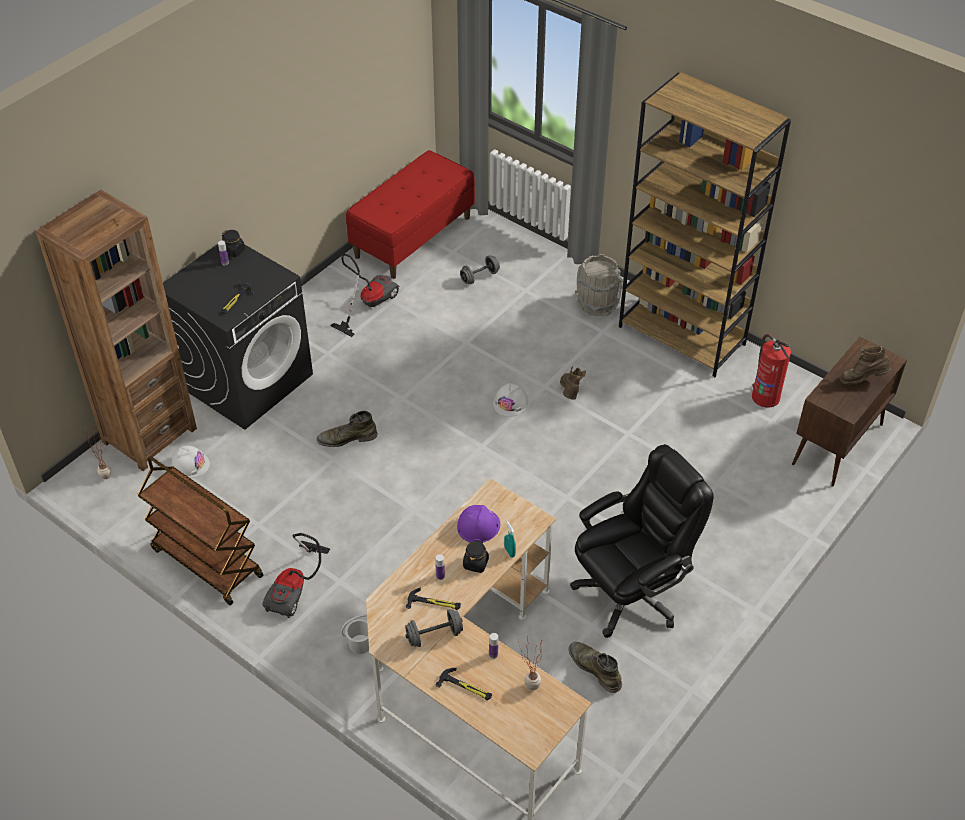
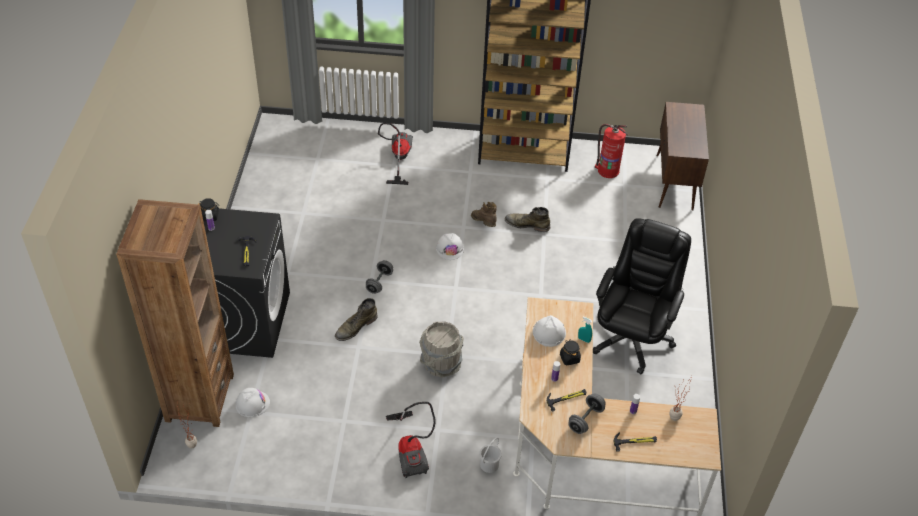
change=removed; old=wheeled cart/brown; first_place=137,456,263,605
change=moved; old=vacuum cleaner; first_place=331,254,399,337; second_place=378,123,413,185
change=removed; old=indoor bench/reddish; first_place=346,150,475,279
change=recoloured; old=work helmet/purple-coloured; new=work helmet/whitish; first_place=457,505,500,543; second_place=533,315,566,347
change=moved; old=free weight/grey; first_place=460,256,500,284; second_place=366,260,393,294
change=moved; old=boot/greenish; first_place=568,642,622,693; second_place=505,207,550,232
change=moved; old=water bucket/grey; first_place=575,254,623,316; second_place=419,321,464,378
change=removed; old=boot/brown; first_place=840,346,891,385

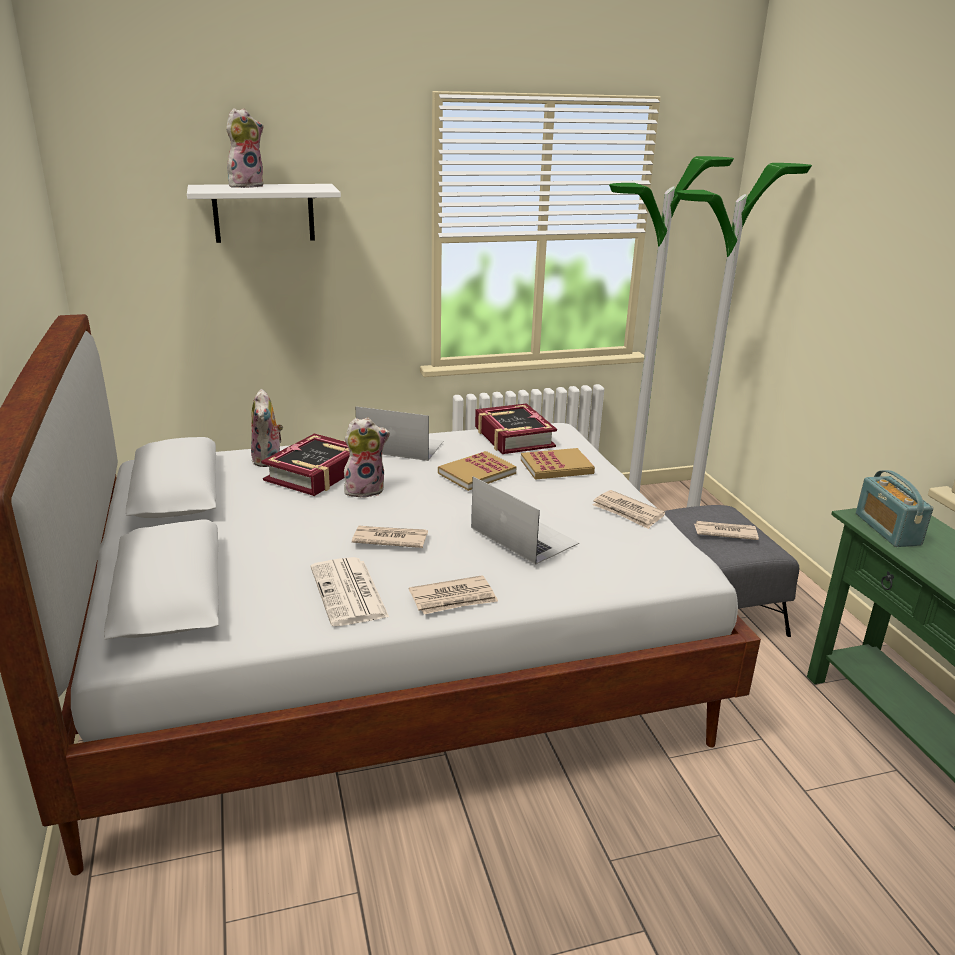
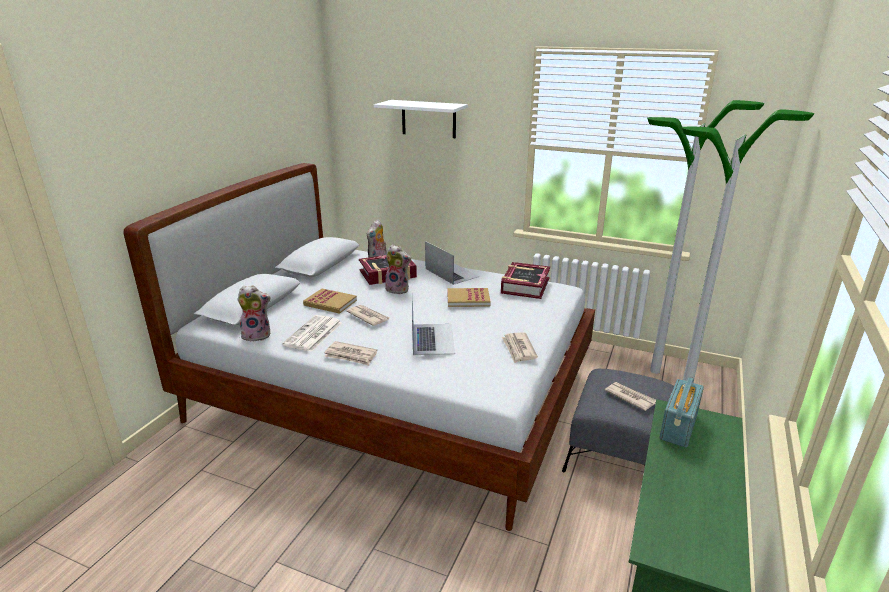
change=moved; old=soft toy; first_place=226,108,264,188; second_place=237,286,271,342
change=moved; old=volume; first_place=521,448,595,480; second_place=303,289,357,314

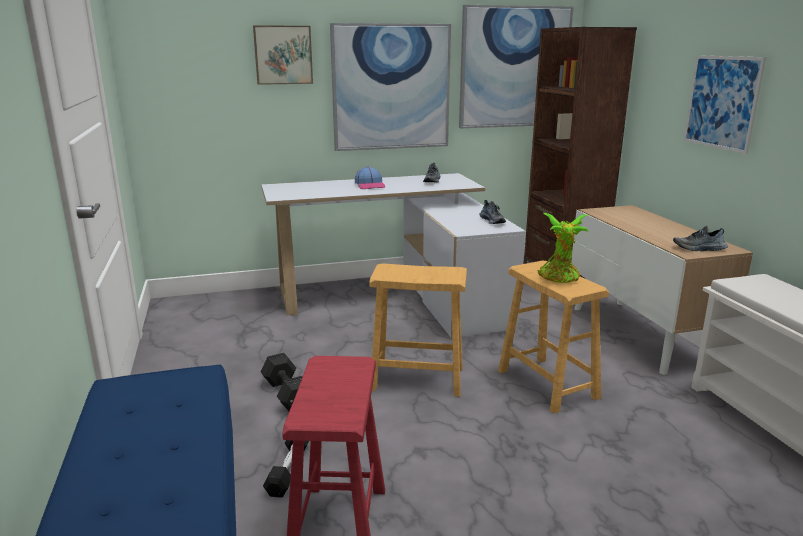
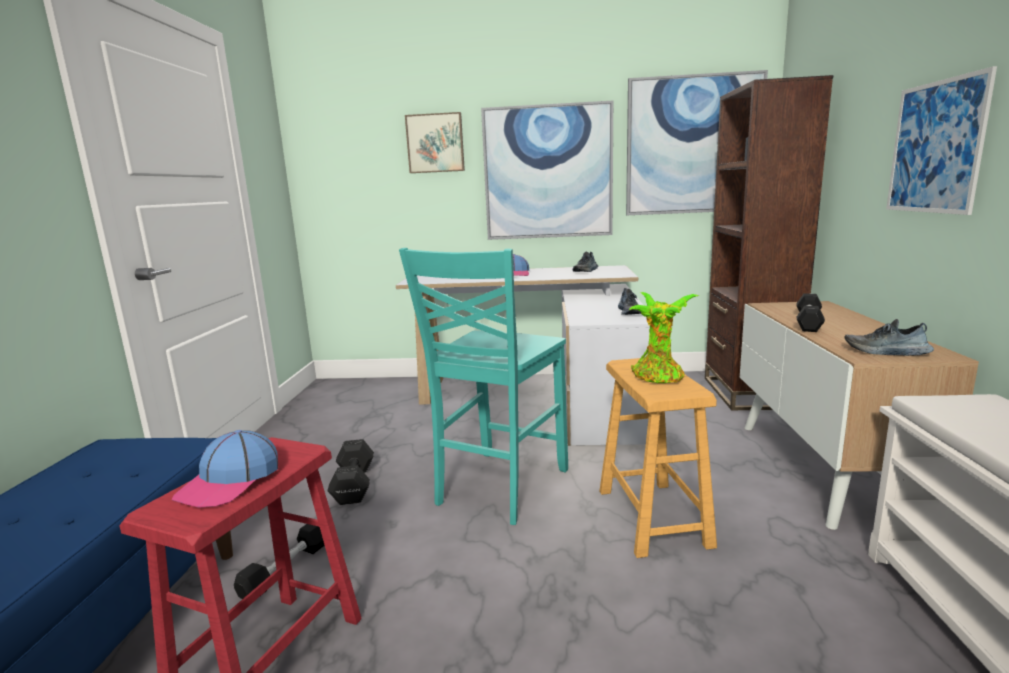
change=replaced; old=stool seat/brown; new=upright chair/turquoise; first_place=369,263,467,397; second_place=399,248,568,525
change=added; new=cap; second_place=172,430,278,508
change=added; new=free weight/black-coloured; second_place=796,293,825,332

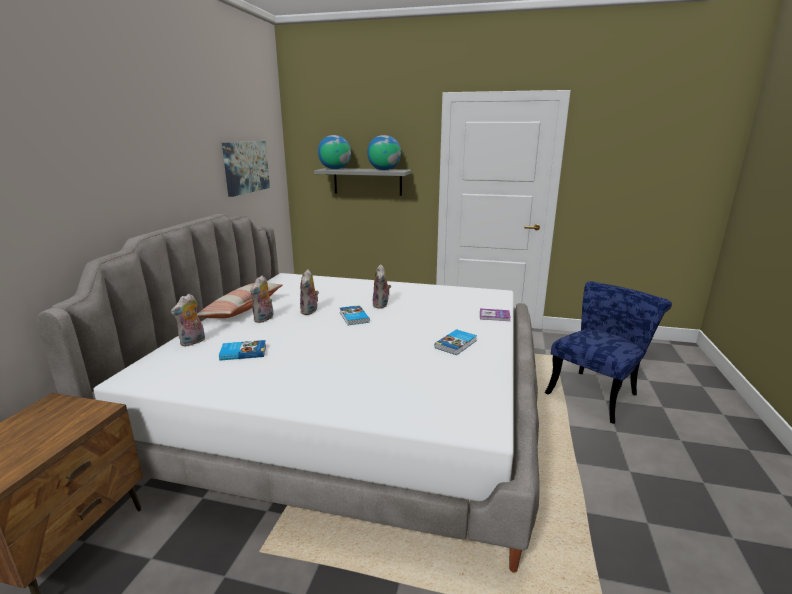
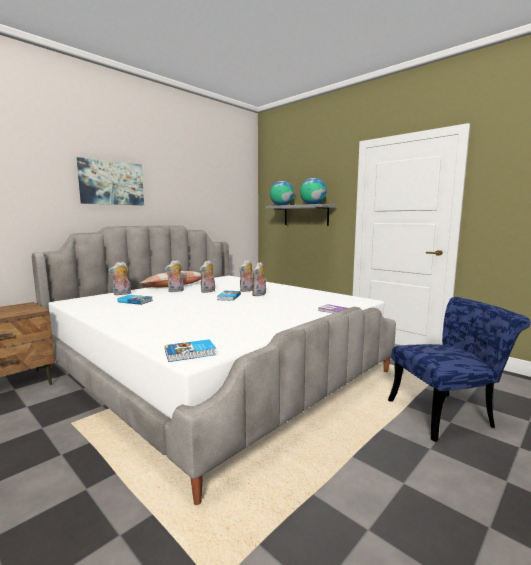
change=moved; old=picture; first_place=222,141,270,197; second_place=77,157,144,205
change=moved; old=volume; first_place=435,329,477,355; second_place=165,339,216,362
change=added; new=soft toy; second_place=239,260,253,292

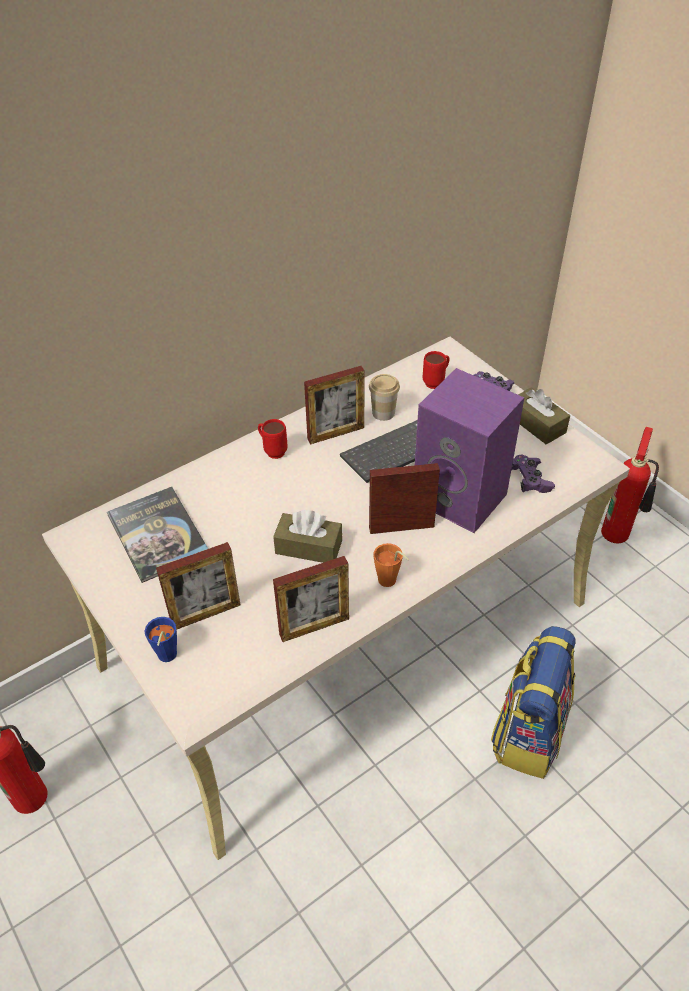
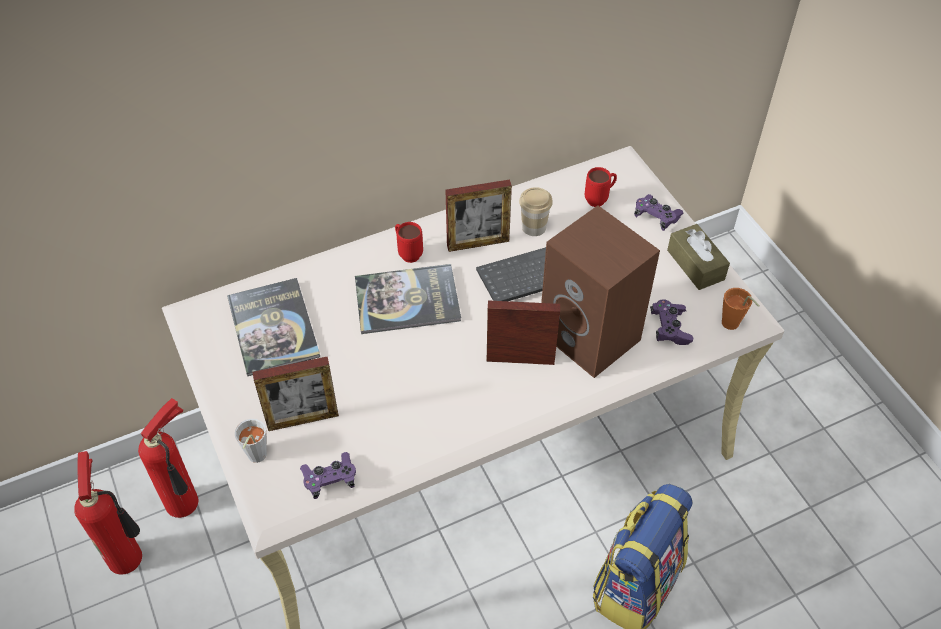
change=recoloured; old=small cup/bluish; new=small cup/grey; first_place=145,617,177,662; second_place=235,419,267,463
change=removed; old=tissue holder/brown; first_place=273,510,342,563
change=removed; old=standing frame; first_place=273,556,349,642
change=moved; old=small cup/orangey; first_place=374,543,409,587; second_place=722,288,760,330
change=recoloured; old=audio speaker/purple-coloured; new=audio speaker/brown; first_place=415,368,524,533; second_place=541,205,660,378
change=moved; old=fire extinguisher; first_place=601,427,659,543; second_place=138,398,198,518
change=added; new=joypad/purple-coloured; second_place=300,452,356,499
change=added; new=volume; second_place=355,264,461,334

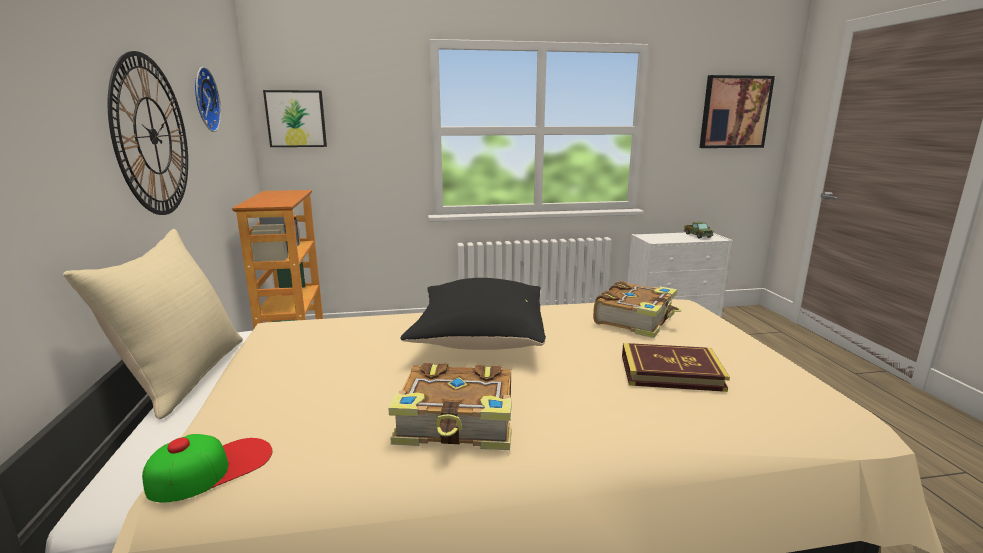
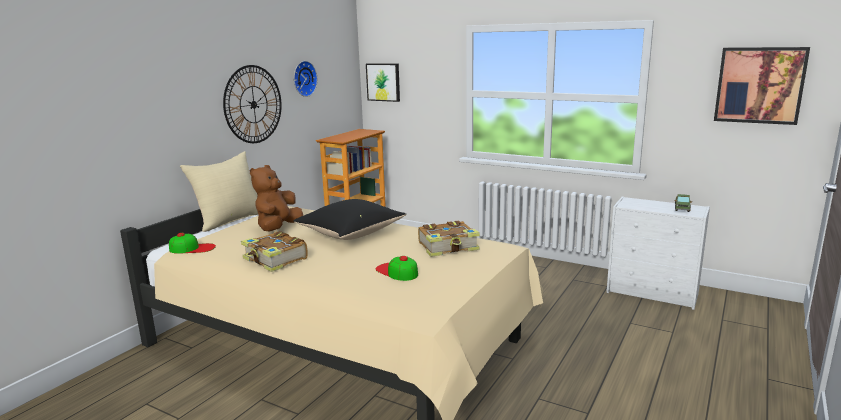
change=replaced; old=volume; new=cap; first_place=622,343,730,392; second_place=376,256,418,281
change=added; new=soft toy/brown; second_place=250,165,303,231

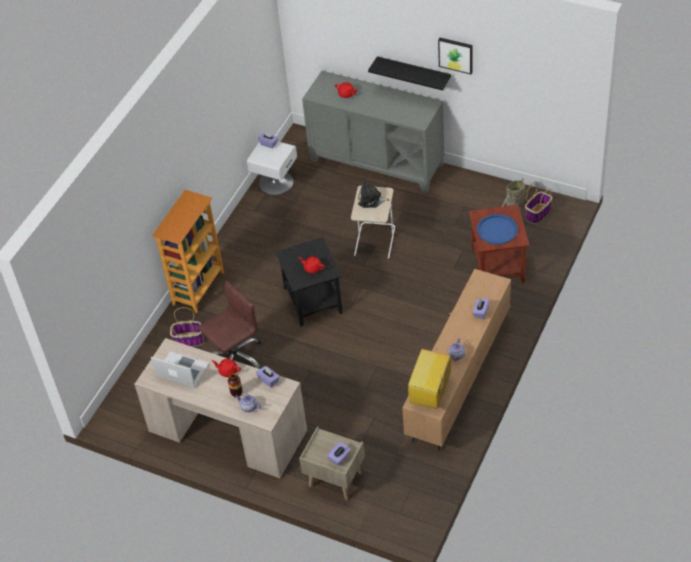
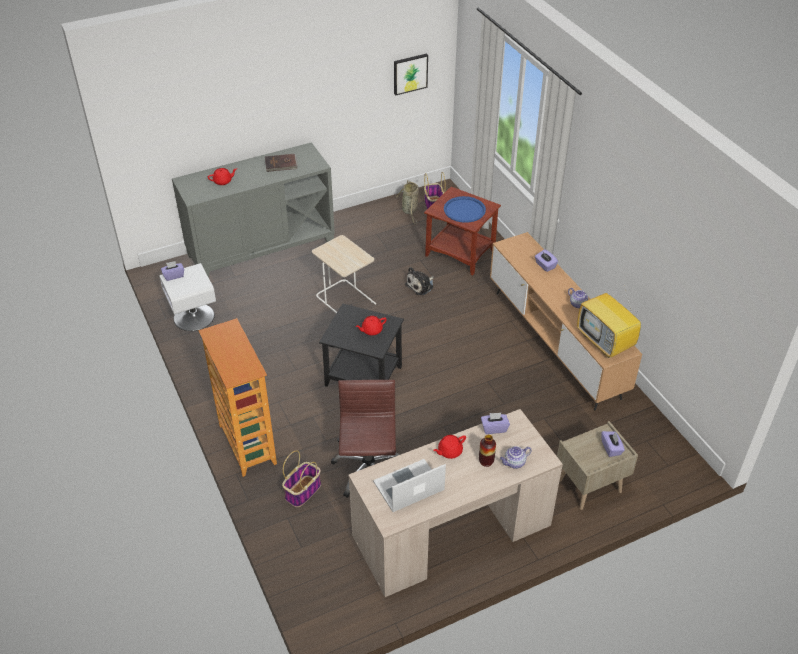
change=moved; old=soft toy; first_place=358,179,390,208; second_place=405,267,434,295
change=removed; old=bracket shelf/black-coloured; first_place=368,56,451,90
change=moved; old=picture; first_place=438,38,473,74; second_place=394,54,428,95
change=added; new=volume/brown; second_place=265,154,298,172

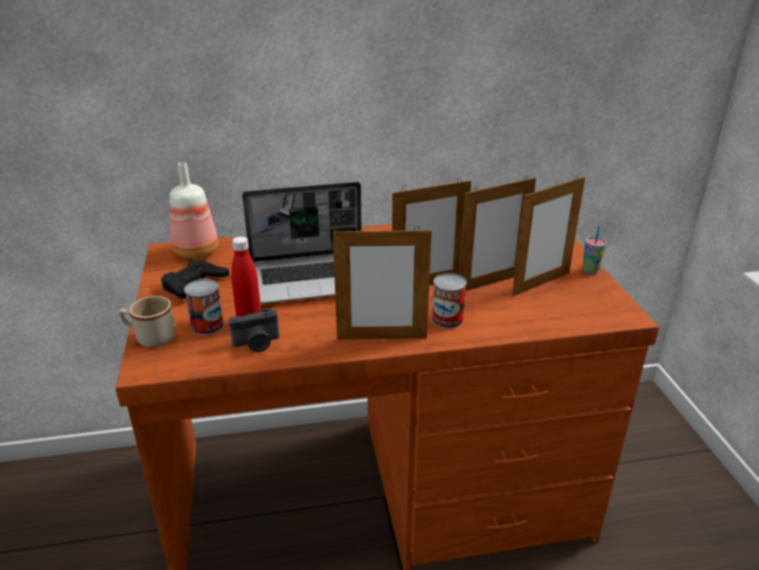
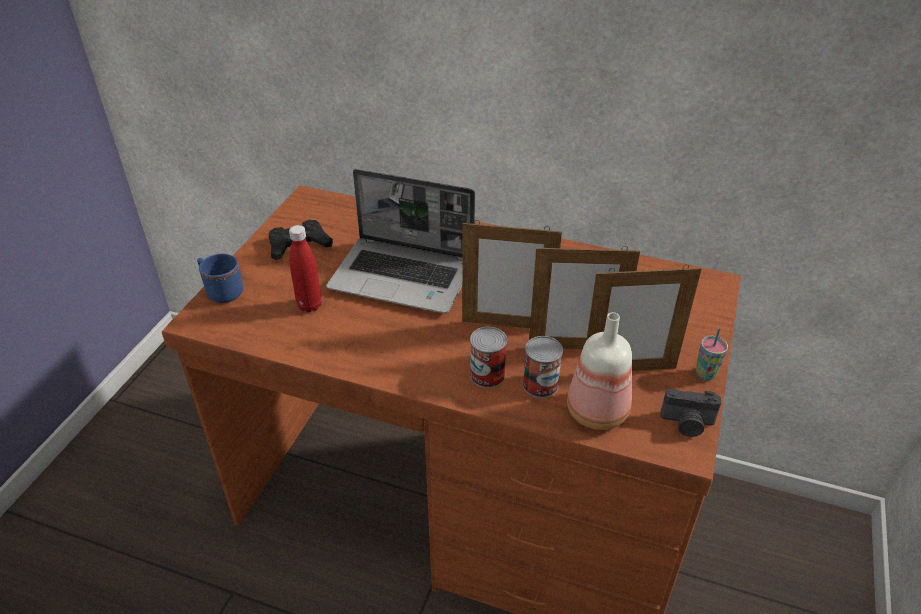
change=recoloured; old=coffee mug/sand-coloured; new=coffee mug/bluish; first_place=119,296,175,348; second_place=197,254,243,303
change=moved; old=drink bottle; first_place=170,162,218,259; second_place=567,312,632,430
change=moved; old=sealed can; first_place=184,279,224,335; second_place=523,336,563,398
change=moved; old=photo camera; first_place=229,308,279,352; second_place=661,389,721,437
change=removed; old=standing frame; first_place=333,226,432,340

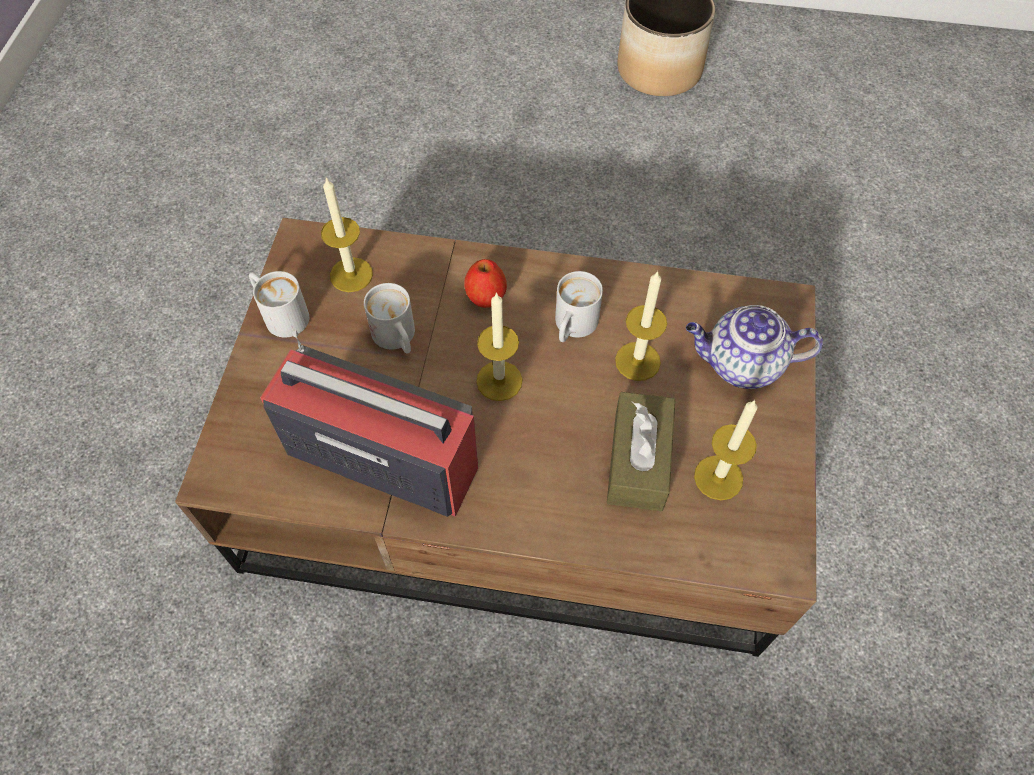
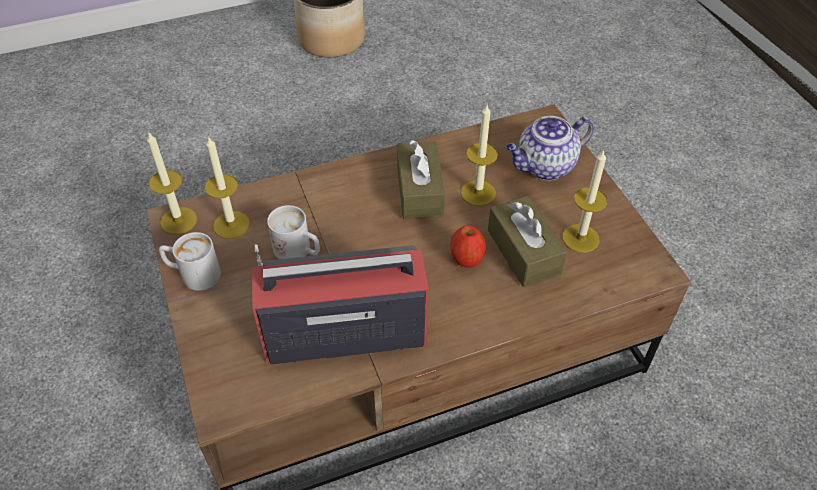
change=moved; old=apple; first_place=464,259,507,308; second_place=450,225,486,268
change=moved; old=wax candle; first_place=476,292,522,401; second_place=147,133,197,234
change=replaced; old=coffee mug/whitish; new=tissue holder/brown; first_place=555,271,603,342; second_place=397,140,445,220

